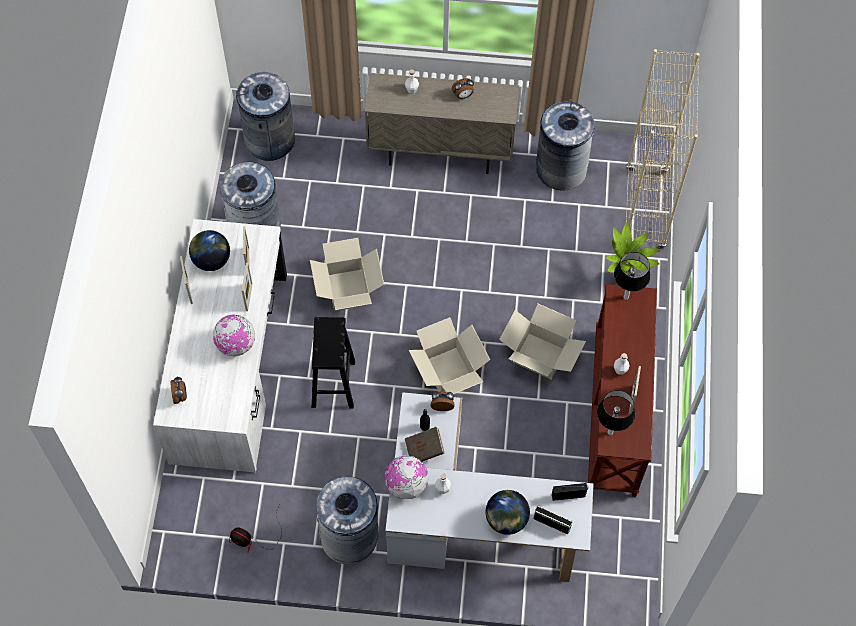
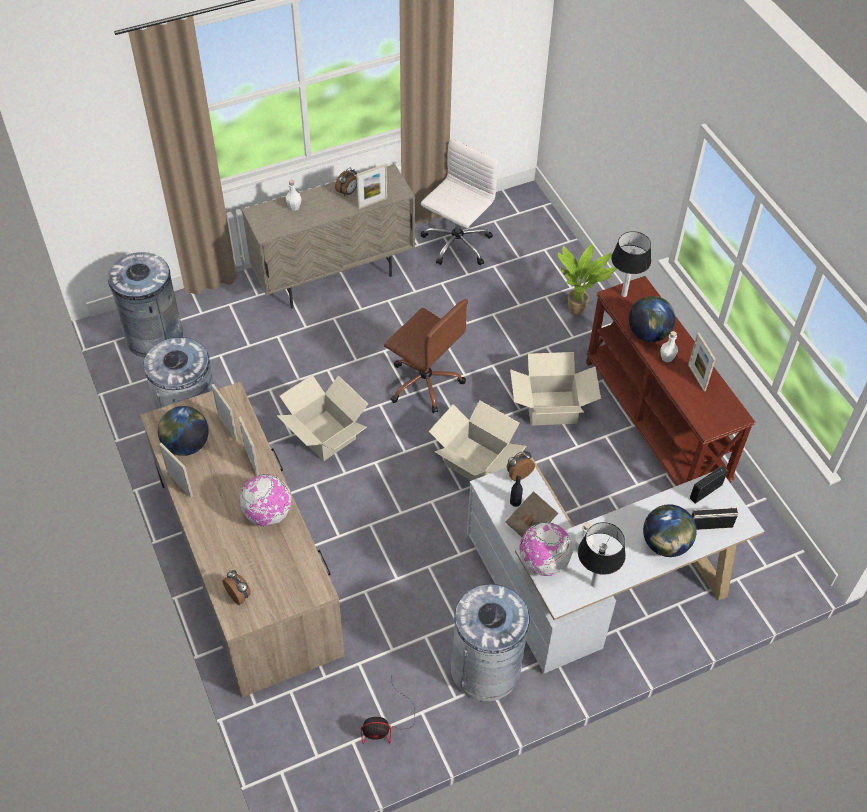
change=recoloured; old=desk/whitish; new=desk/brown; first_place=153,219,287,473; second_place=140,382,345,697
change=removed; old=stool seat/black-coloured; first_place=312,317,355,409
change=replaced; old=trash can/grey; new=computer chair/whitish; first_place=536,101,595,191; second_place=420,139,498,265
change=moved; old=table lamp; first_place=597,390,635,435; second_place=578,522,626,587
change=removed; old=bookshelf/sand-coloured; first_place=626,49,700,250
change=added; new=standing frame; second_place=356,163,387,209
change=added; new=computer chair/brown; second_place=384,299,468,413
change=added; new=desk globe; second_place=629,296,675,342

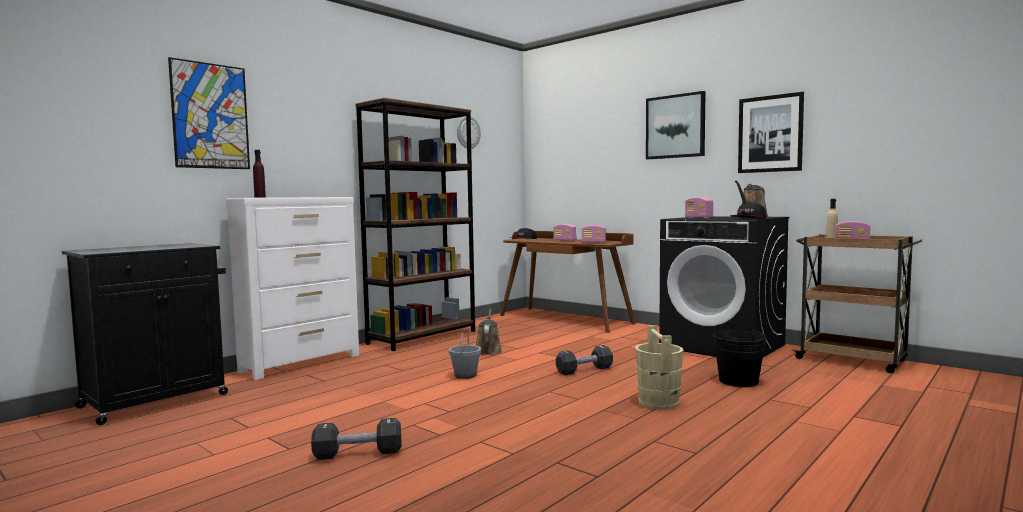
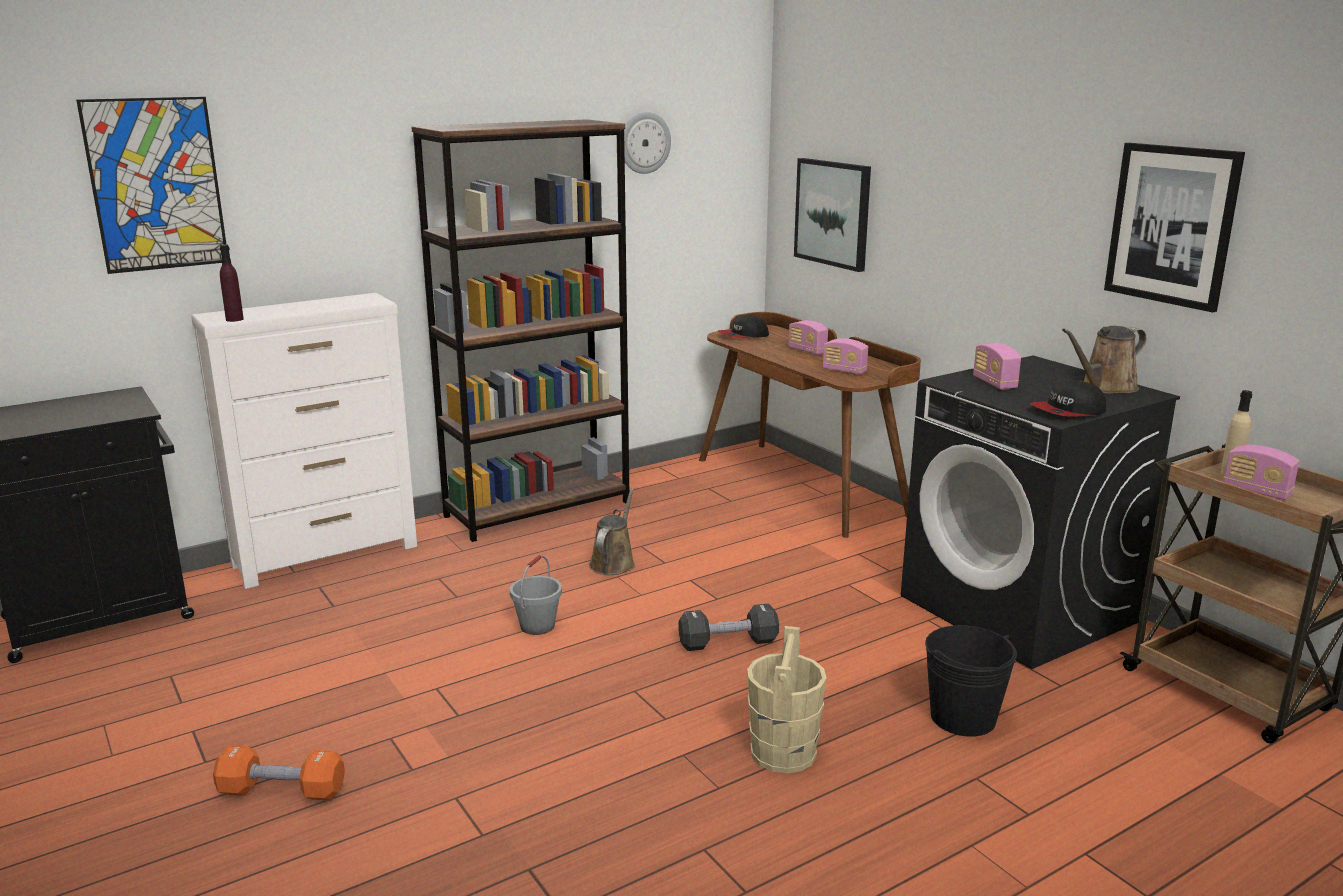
change=recoloured; old=free weight/black-coloured; new=free weight/orangey; first_place=311,418,401,460; second_place=213,745,345,801
change=moved; old=picture; first_place=646,91,706,159; second_place=794,158,871,272

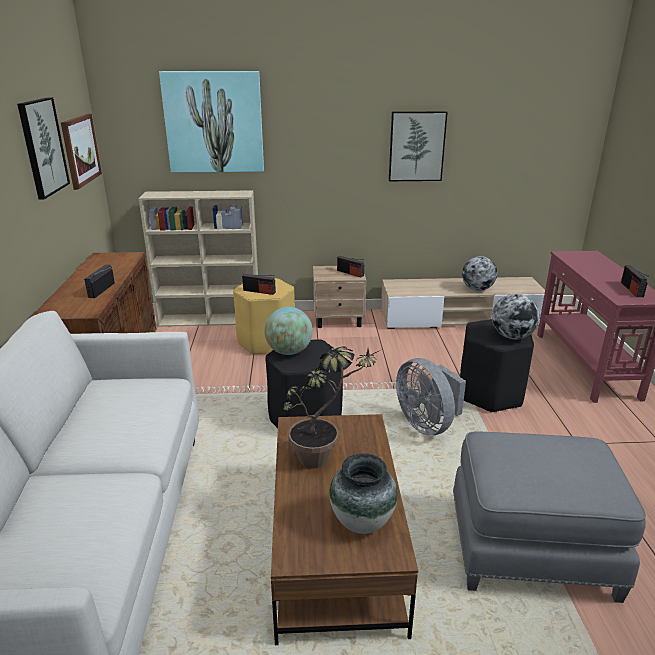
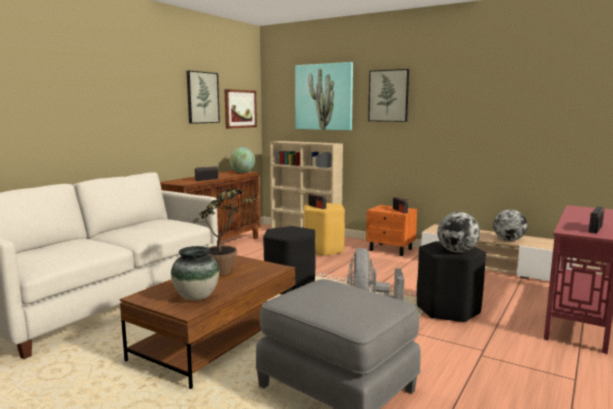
change=moved; old=desk globe; first_place=264,307,313,355; second_place=229,147,255,173
change=recoloured; old=night table/sand-coloured; new=night table/orangey; first_place=313,266,366,328; second_place=366,205,417,256
change=moved; old=picture; first_place=389,111,448,181; second_place=368,69,409,122

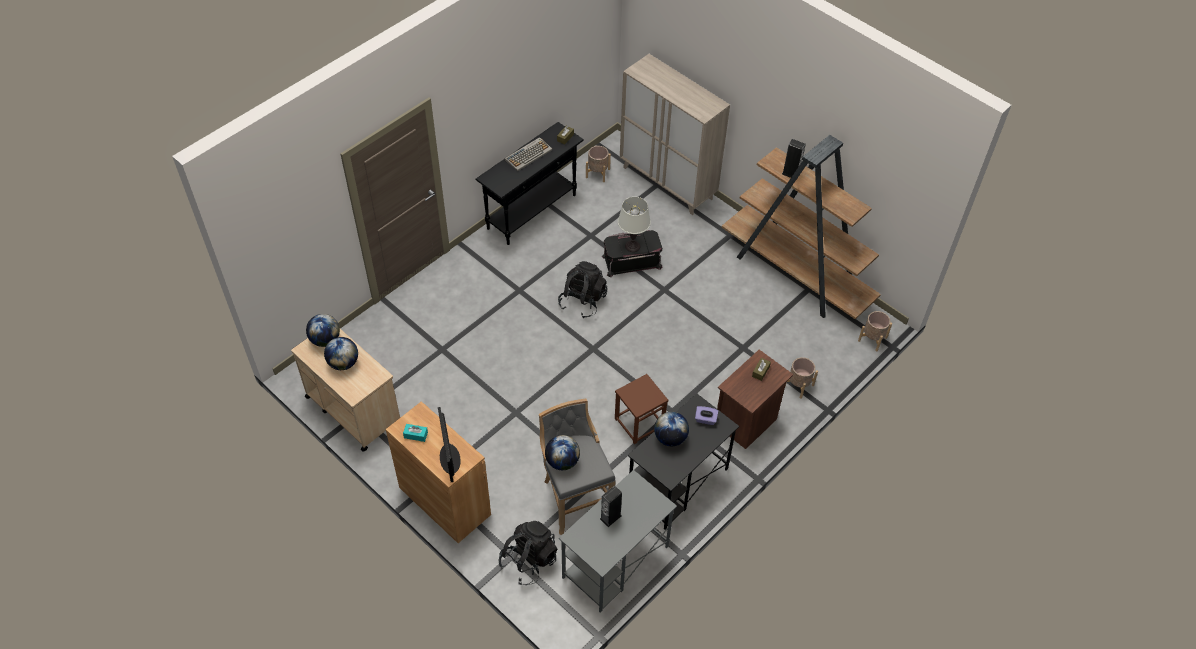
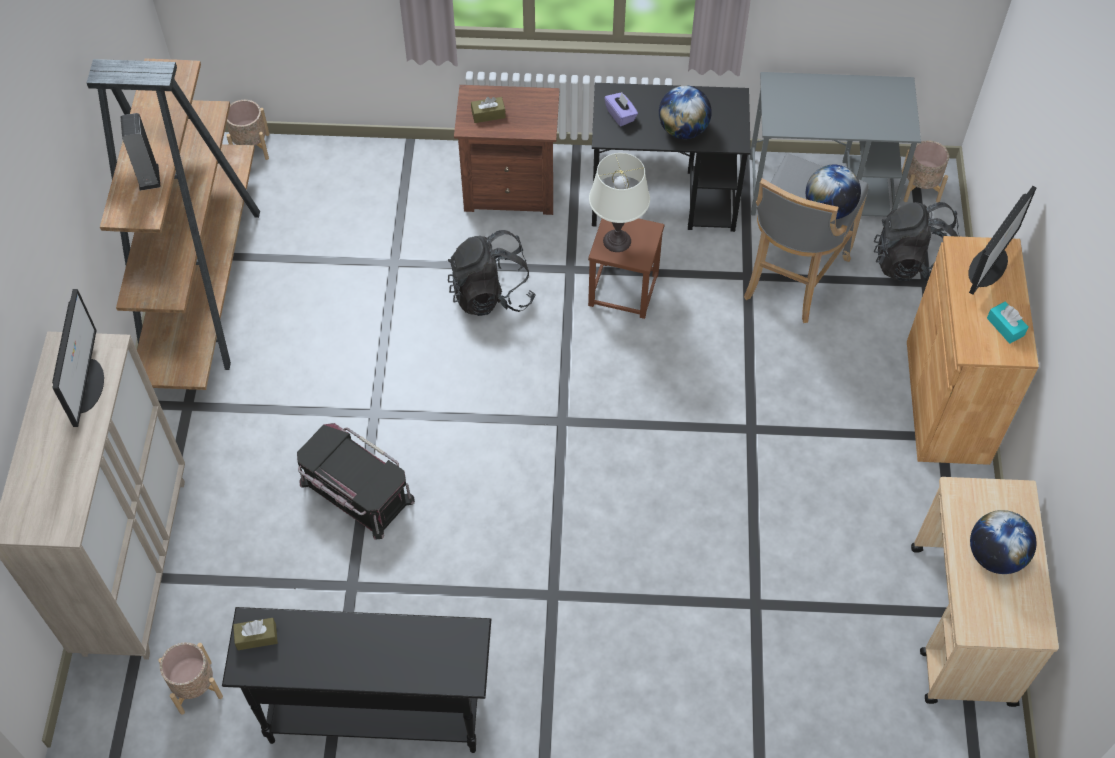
change=removed; old=desk globe; first_place=306,314,340,347
change=removed; old=PC keyboard; first_place=504,137,552,171
change=moved; old=backpack/black-coloured; first_place=558,261,607,318; second_place=448,230,536,316
change=removed; old=audio speaker; first_place=600,486,622,527
change=moved; old=table lamp/whitish; first_place=618,197,651,252; second_place=589,153,650,252
change=moved; old=flower pot/sand-coloured; first_place=785,357,818,399; second_place=902,141,949,203
change=added; new=computer display; second_place=52,289,104,427

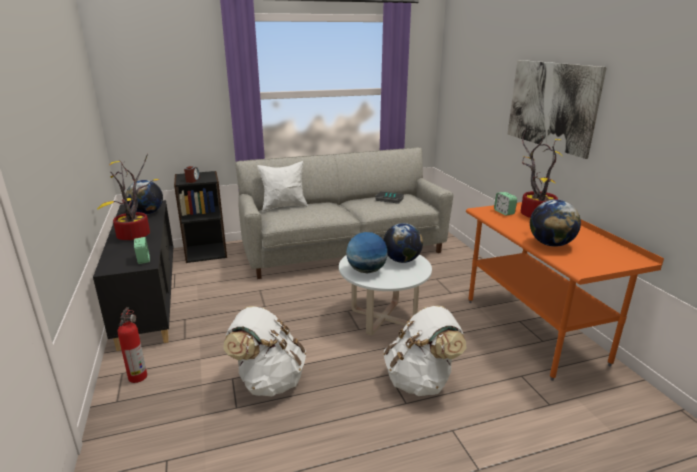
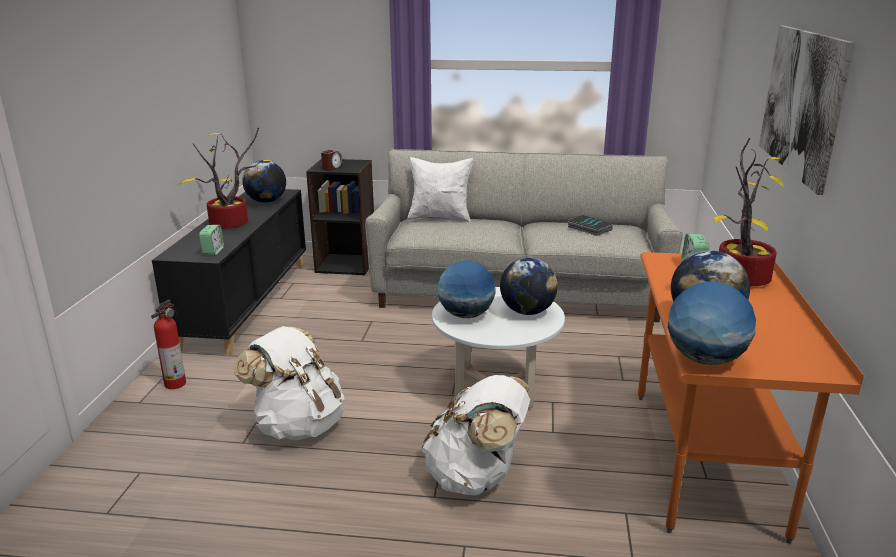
change=added; new=desk globe; second_place=668,282,756,365

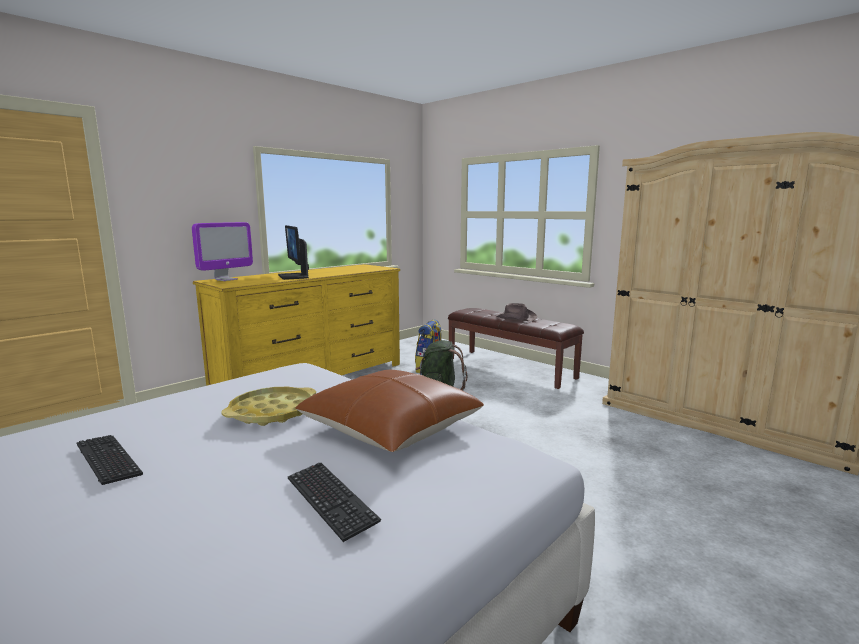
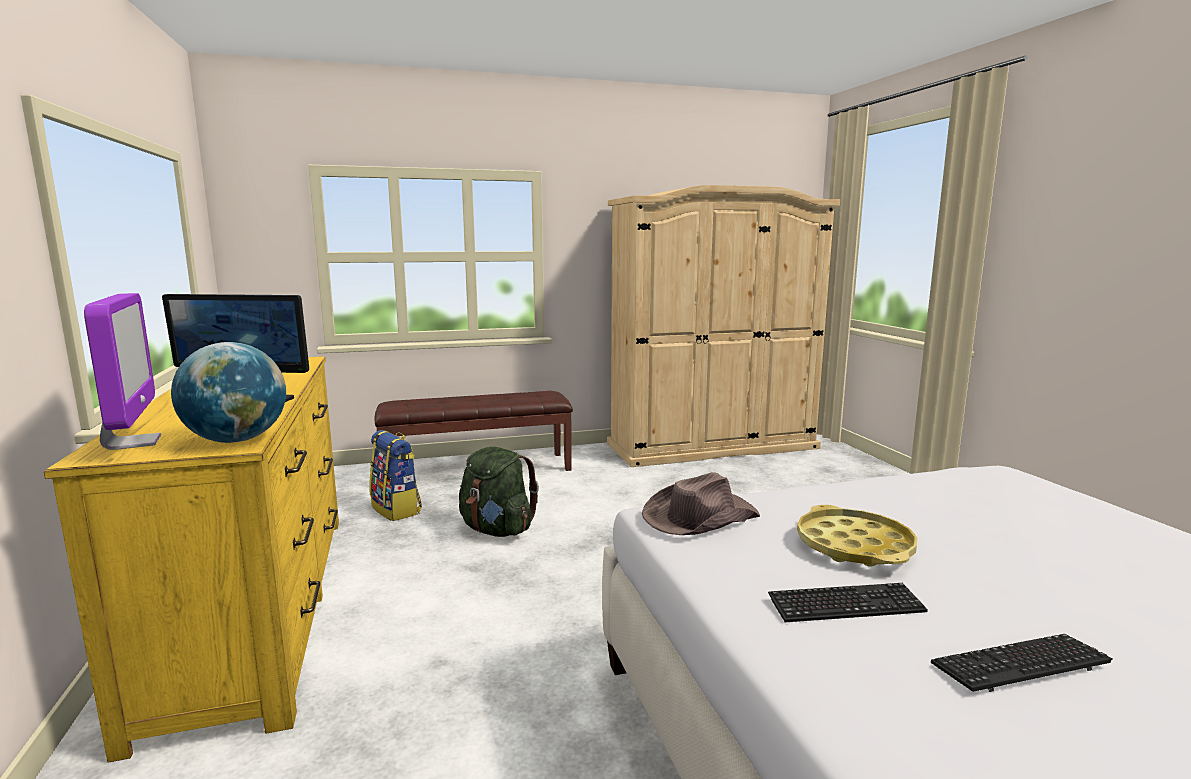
change=moved; old=PC keyboard; first_place=288,463,381,542; second_place=768,583,928,622
change=removed; old=pillow/brown; first_place=295,370,484,452
change=moved; old=hat/brown; first_place=496,303,537,321; second_place=642,472,760,535
change=added; new=desk globe; second_place=171,342,286,443

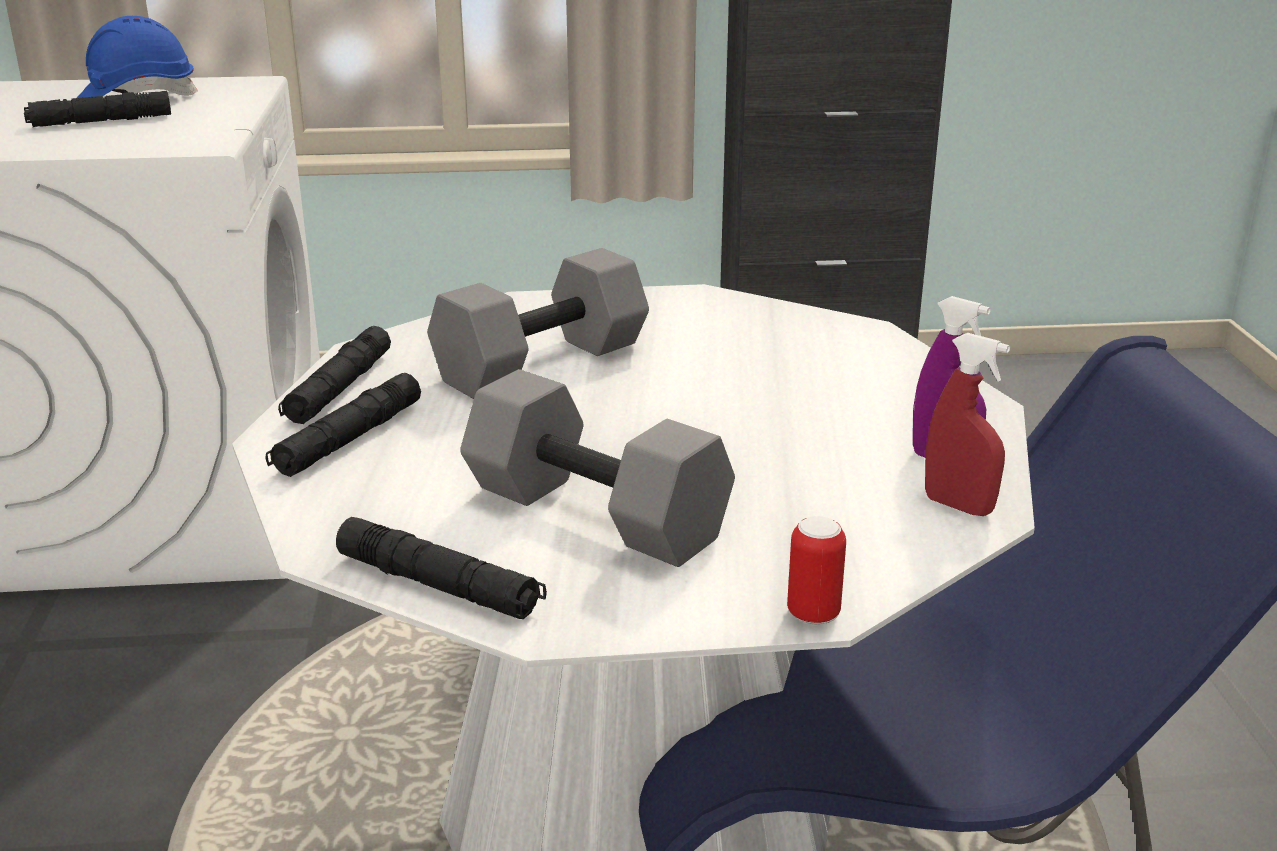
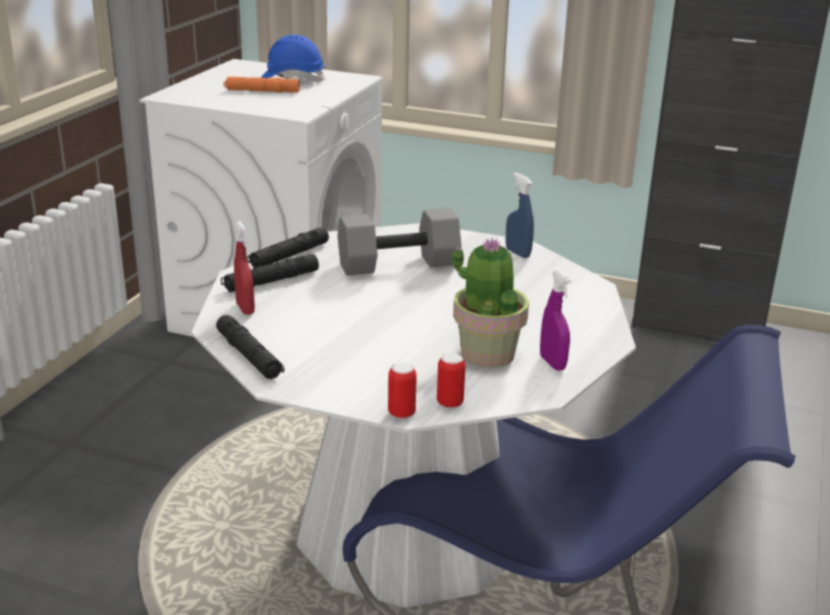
change=recoloured; old=hand torch/black-coloured; new=hand torch/orangey; first_place=24,91,171,127; second_place=224,77,300,93
change=removed; old=free weight/grey; first_place=460,369,735,567
change=moved; old=sprayer/reddish; first_place=925,333,1010,516; second_place=234,221,255,315
change=added; new=sealed can; second_place=437,353,465,408
change=added; new=potted plant; second_place=452,238,529,368
change=added; new=sprayer/bluish; second_place=505,173,534,258

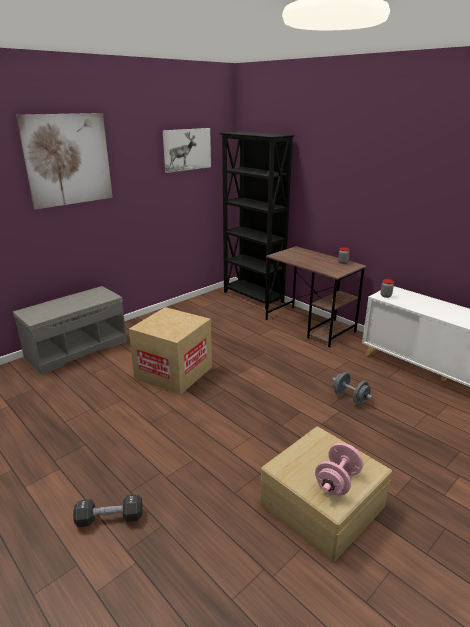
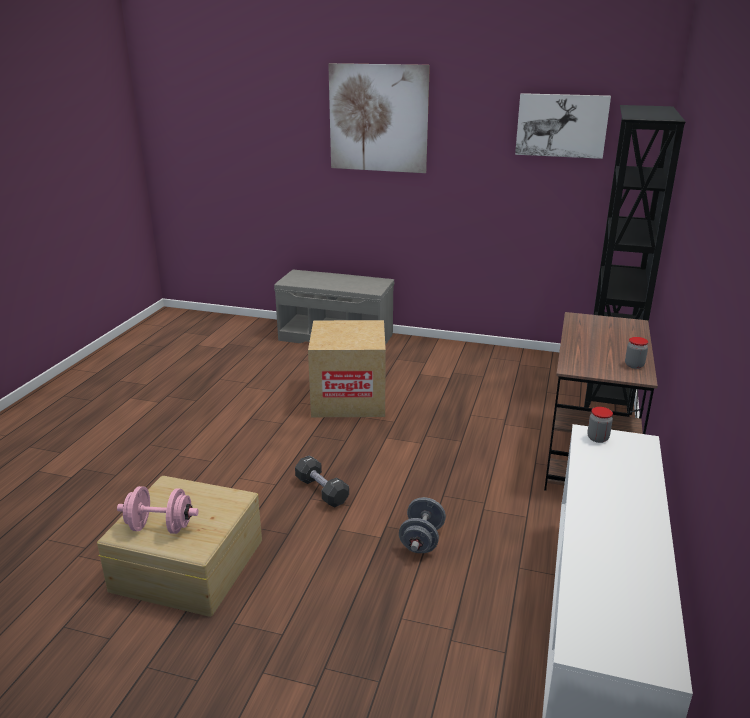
change=moved; old=free weight/black-coloured; first_place=73,494,143,527; second_place=295,455,349,508

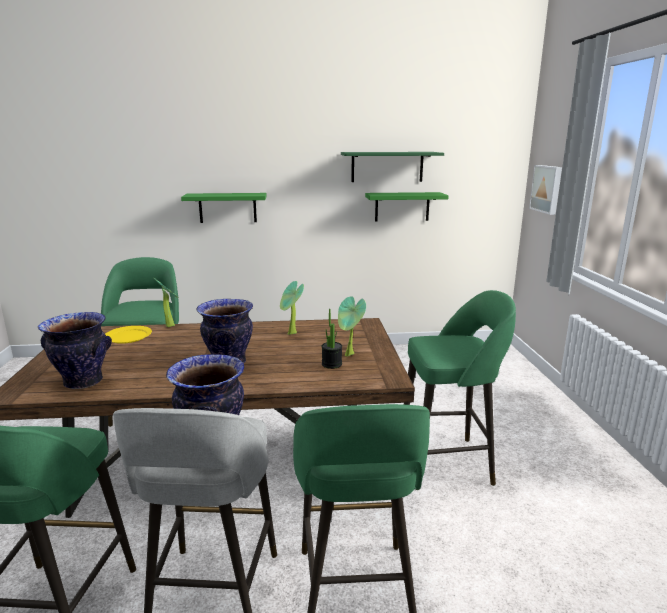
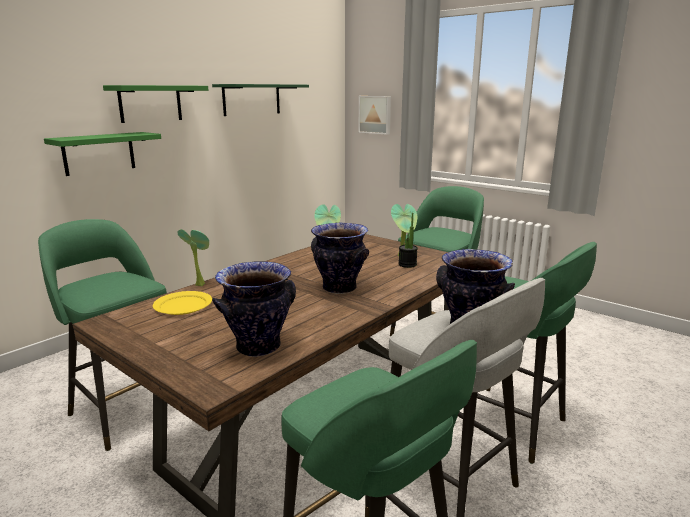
change=moved; old=bracket shelf/greenish; first_place=365,192,449,222; second_place=103,85,208,123

